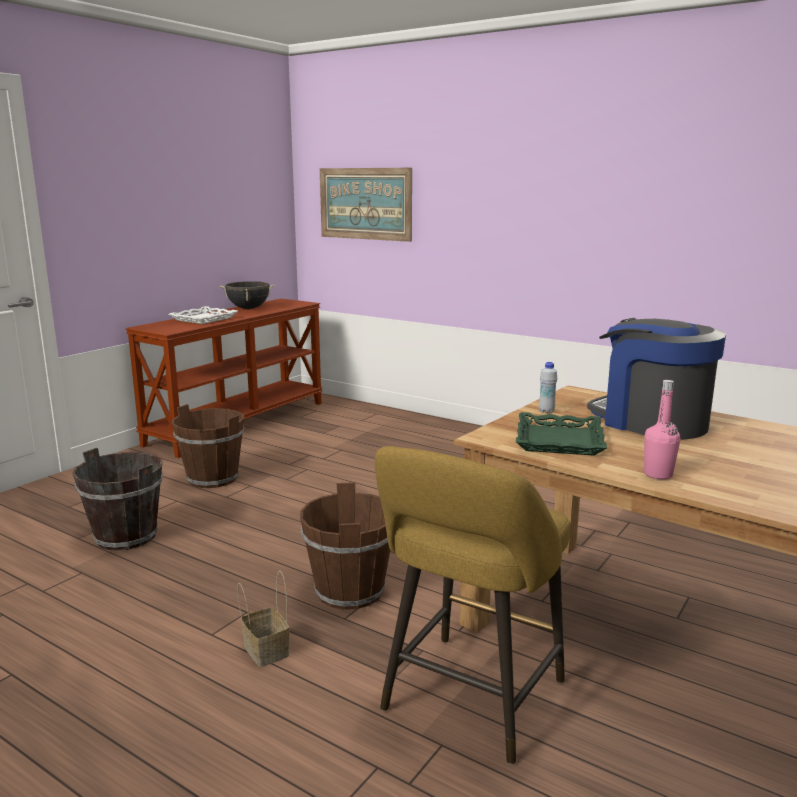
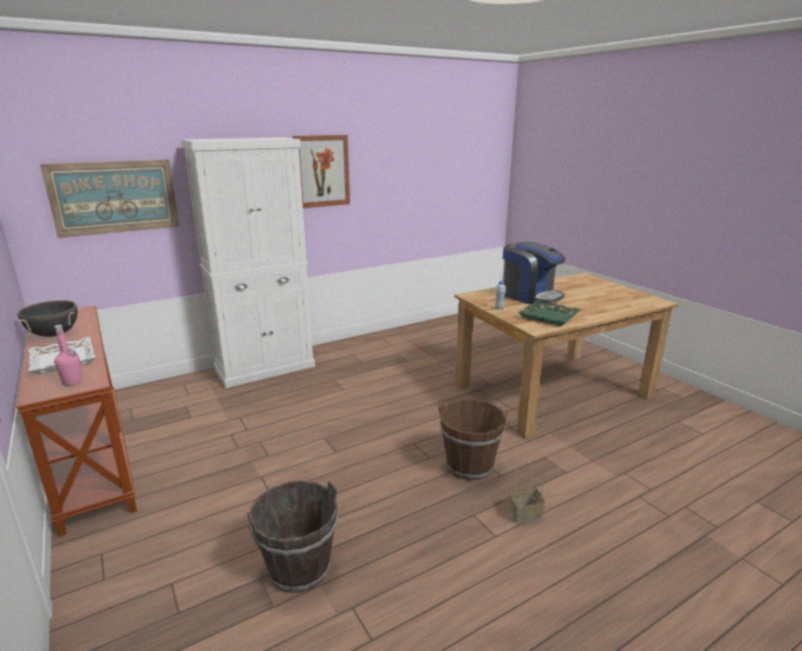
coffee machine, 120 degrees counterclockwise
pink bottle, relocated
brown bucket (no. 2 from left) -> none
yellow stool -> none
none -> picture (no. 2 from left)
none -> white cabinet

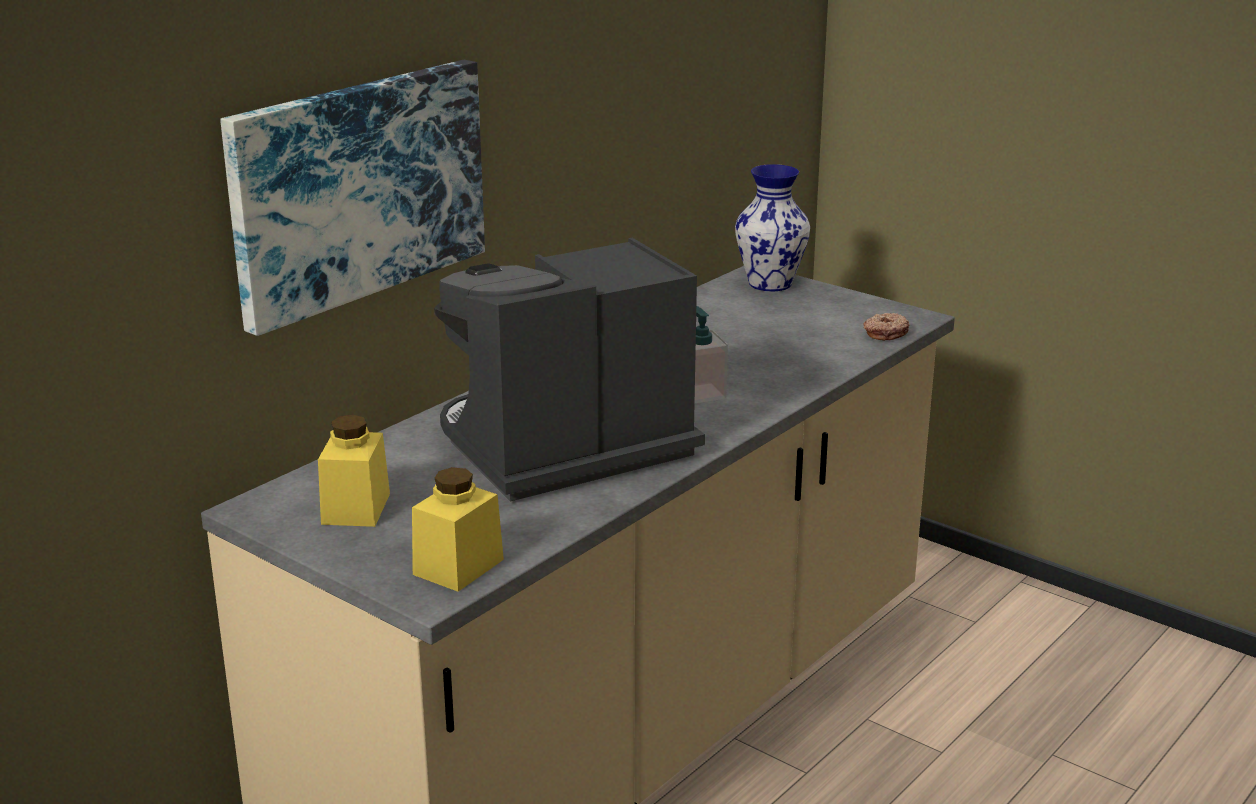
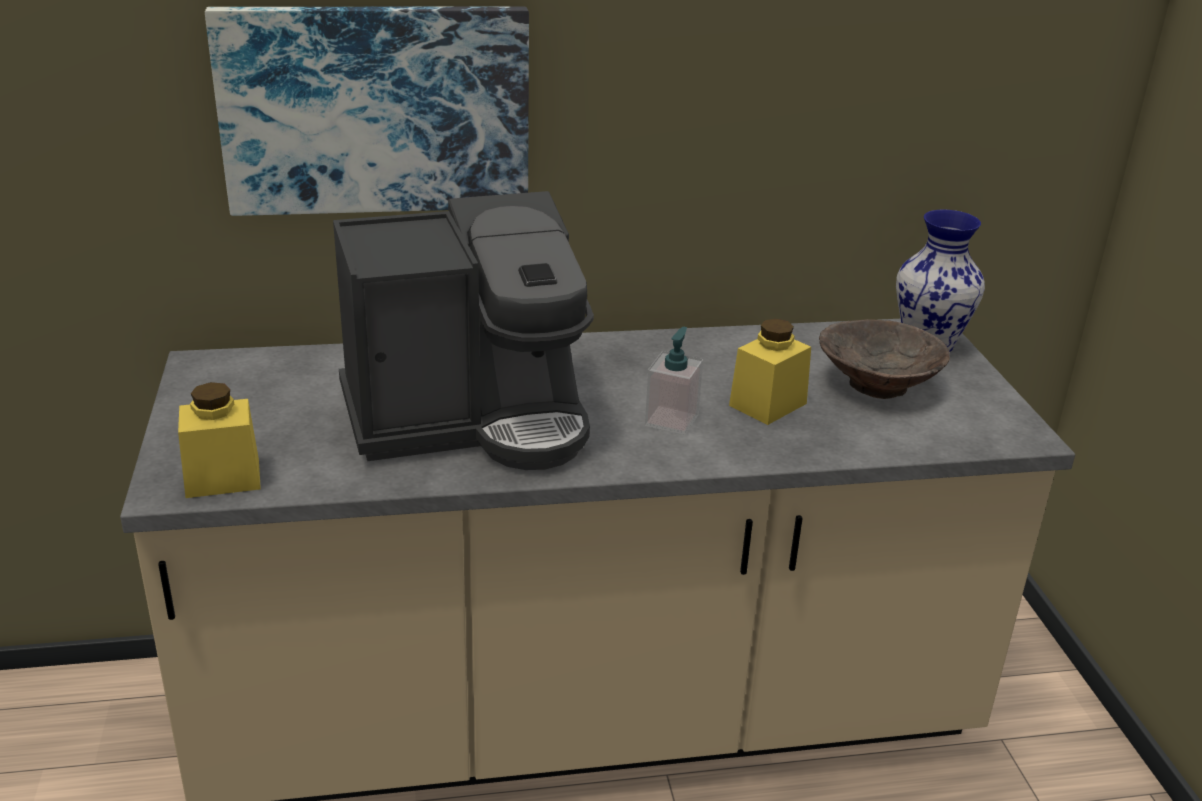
coffee machine, 150 degrees clockwise
donut -> none
yellow jar (no. 1 from left in the first image) -> yellow jar (no. 2 from left), relocated
none -> brown bowl

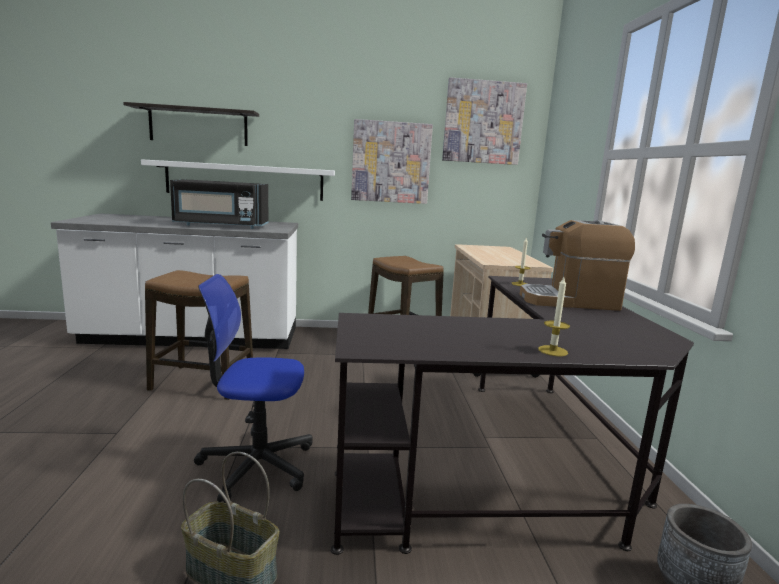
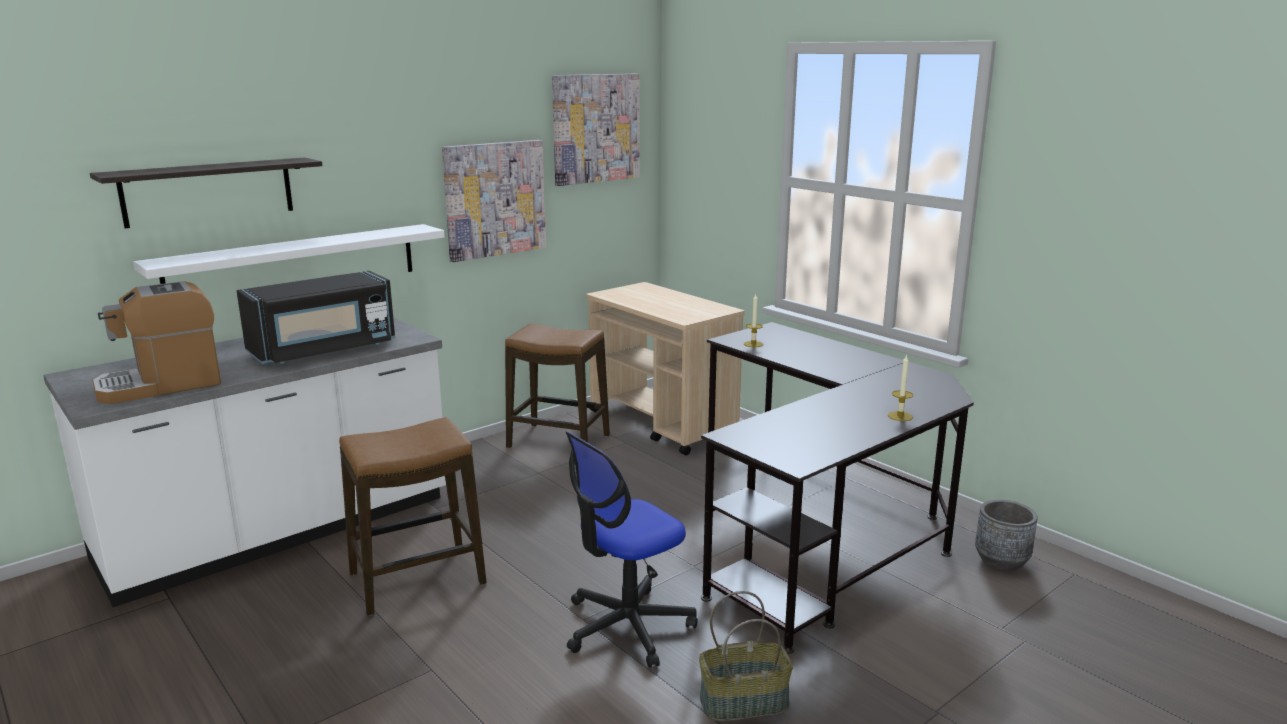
coffee machine, relocated

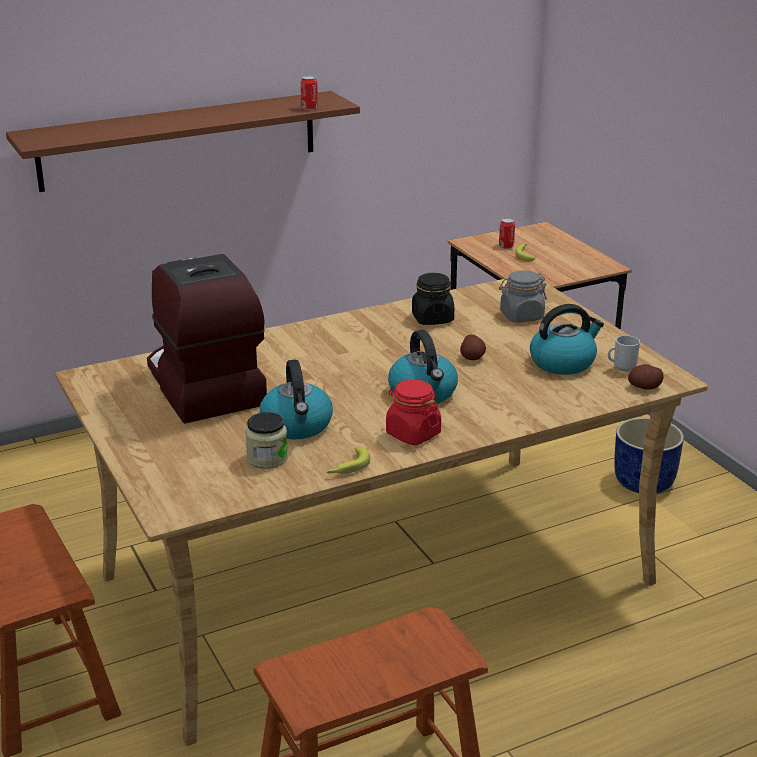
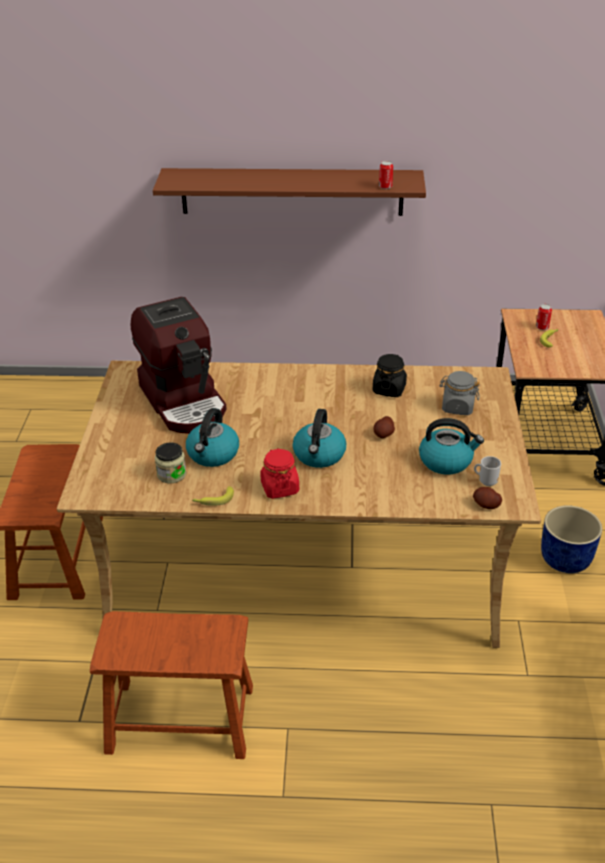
coffee machine, 150 degrees clockwise

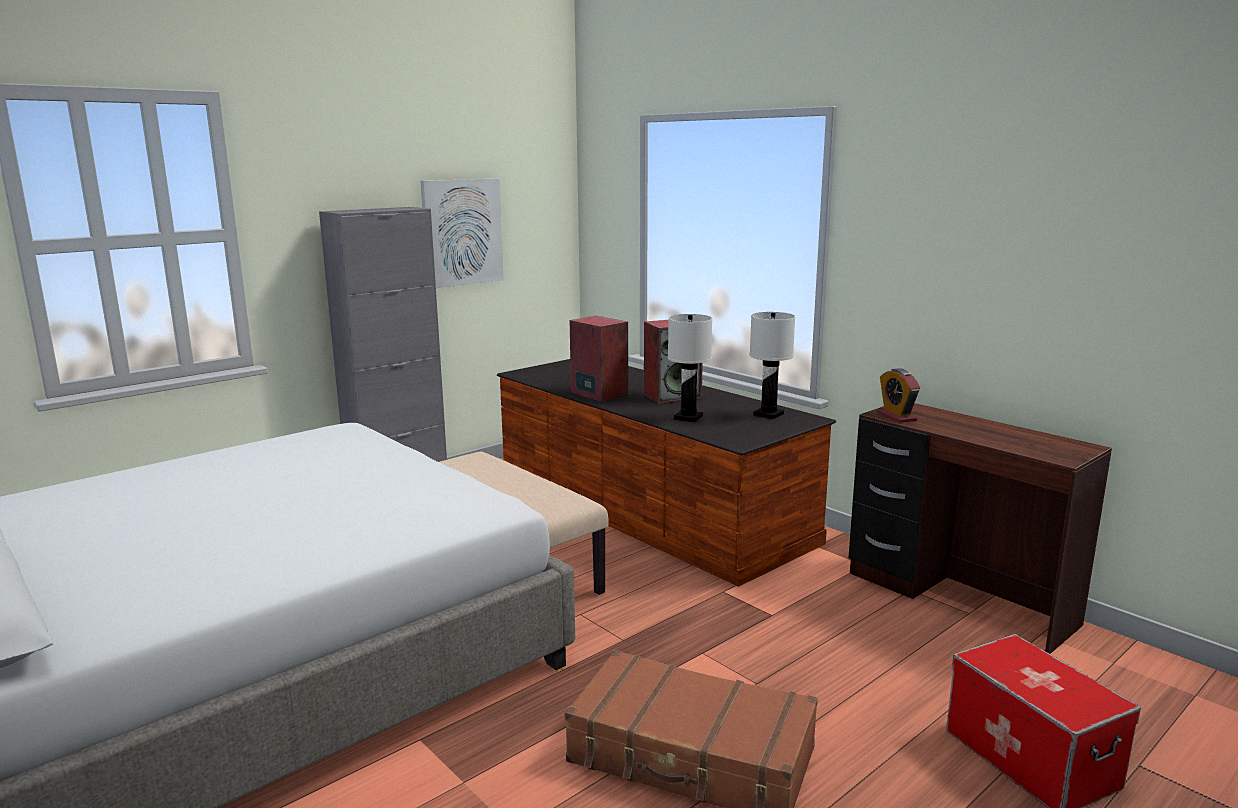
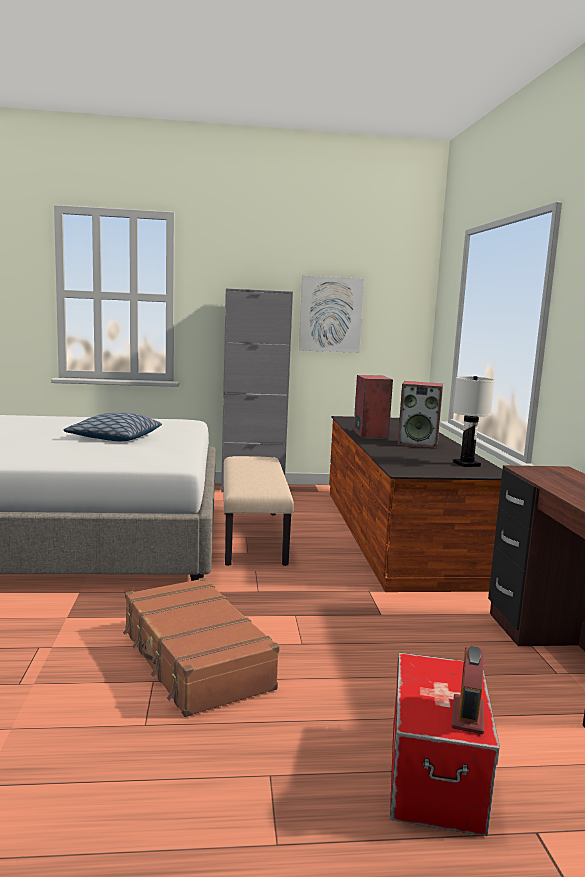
white table lamp (no. 1 from left) -> none
alarm clock, relocated
none -> pillow

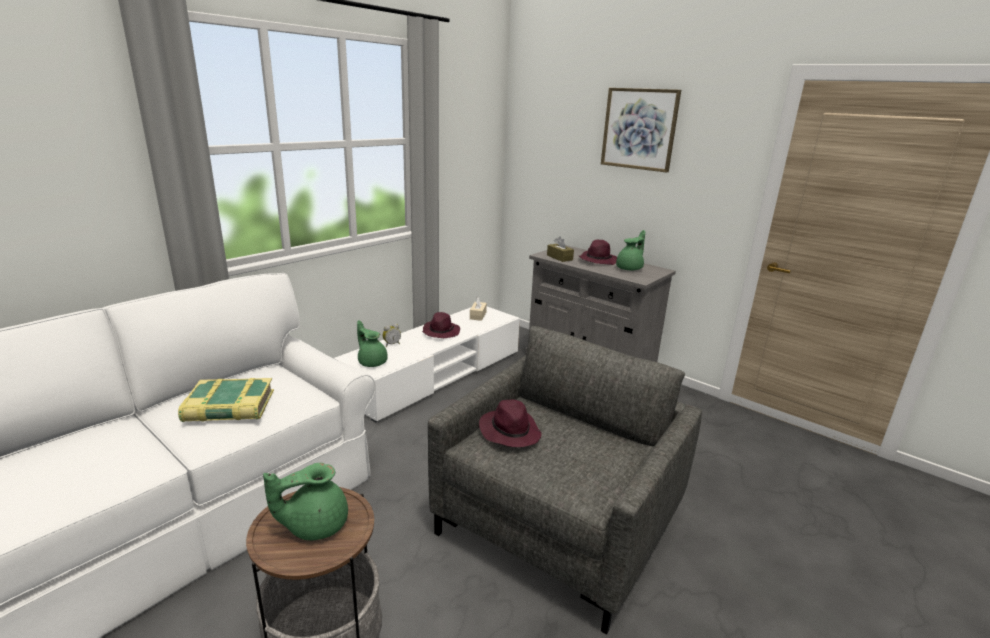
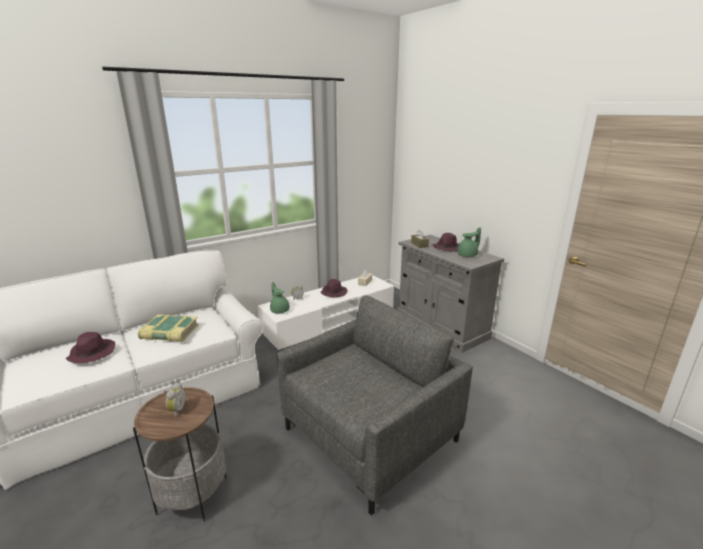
picture -> none
purple hat (no. 2 from left in the first image) -> purple hat (no. 1 from left), relocated
green teapot (no. 1 from left) -> alarm clock (no. 1 from left)

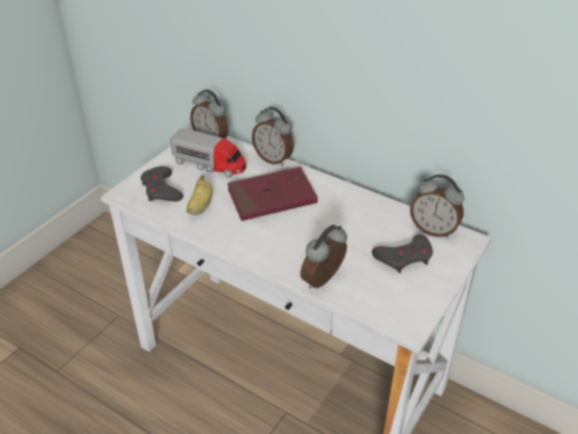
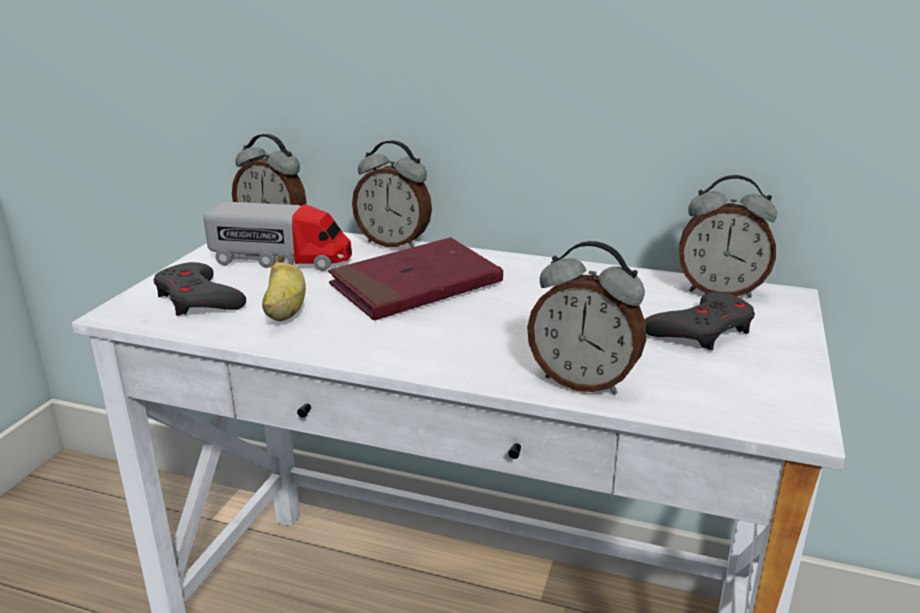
alarm clock (no. 3 from left), 90 degrees counterclockwise

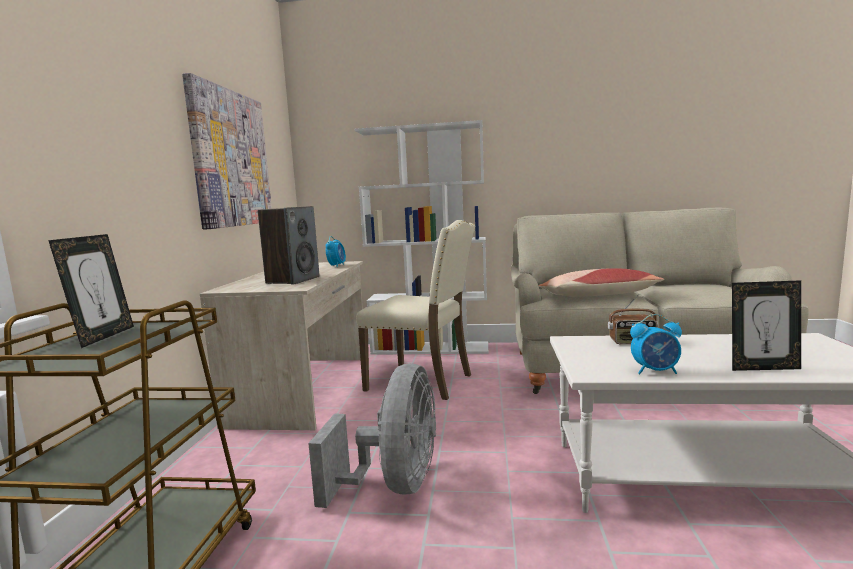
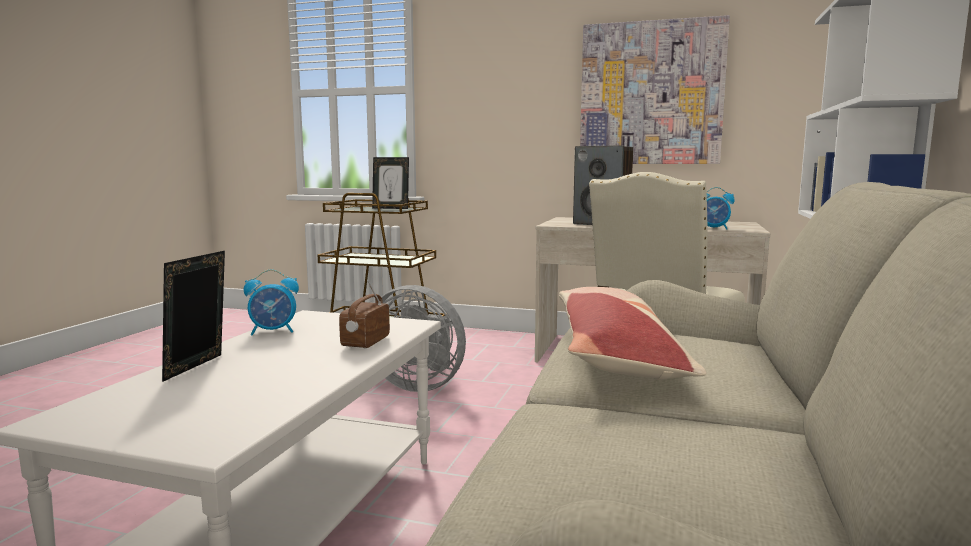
alarm clock (no. 2 from left in the first image) -> alarm clock (no. 1 from left), 120 degrees counterclockwise

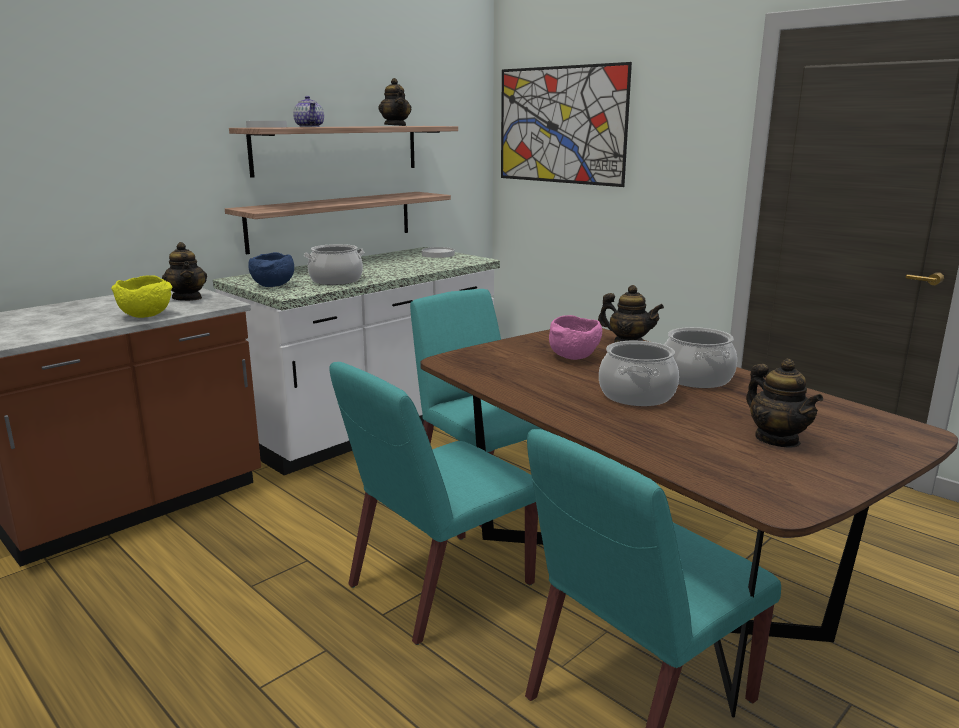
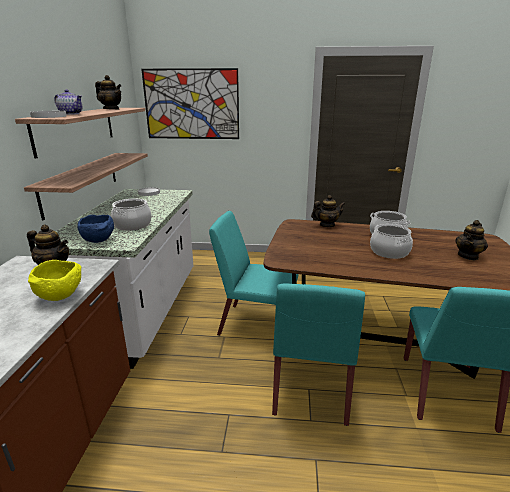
pink bowl -> none
teapot (no. 5 from left), 105 degrees clockwise

